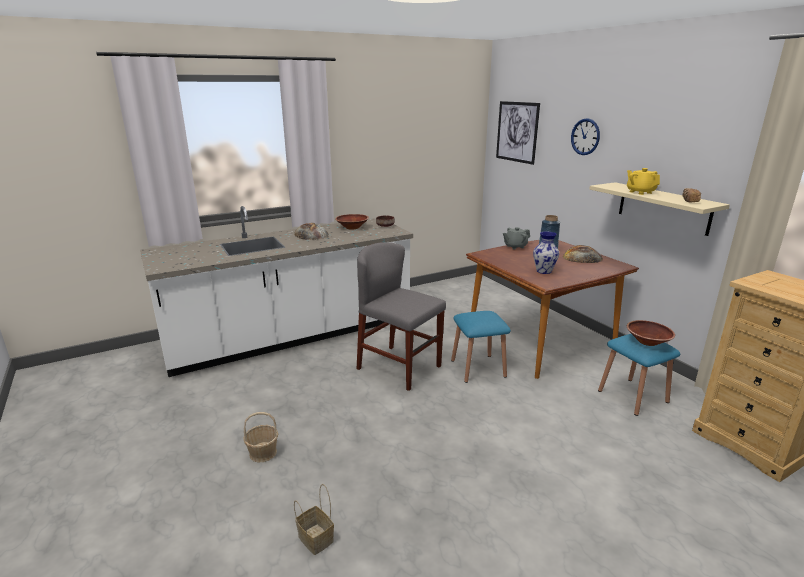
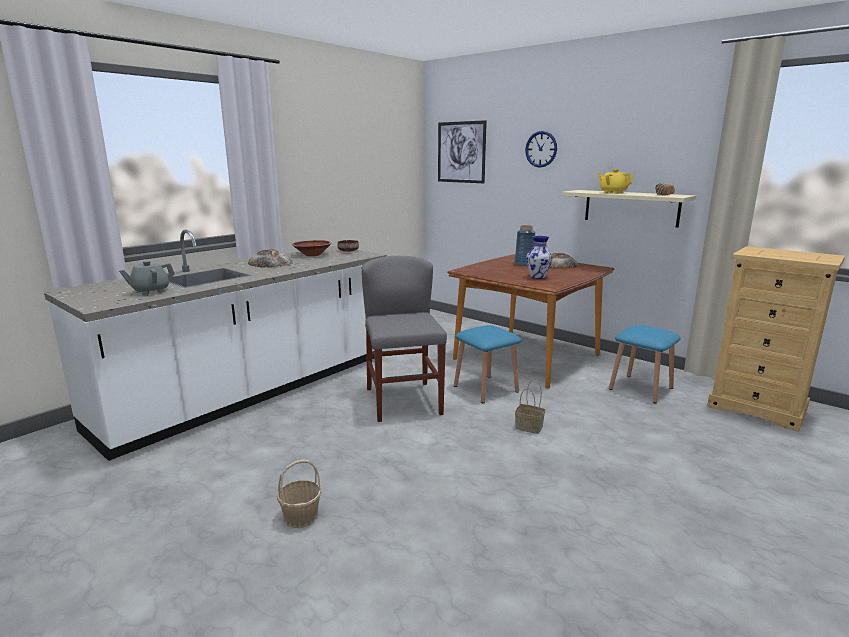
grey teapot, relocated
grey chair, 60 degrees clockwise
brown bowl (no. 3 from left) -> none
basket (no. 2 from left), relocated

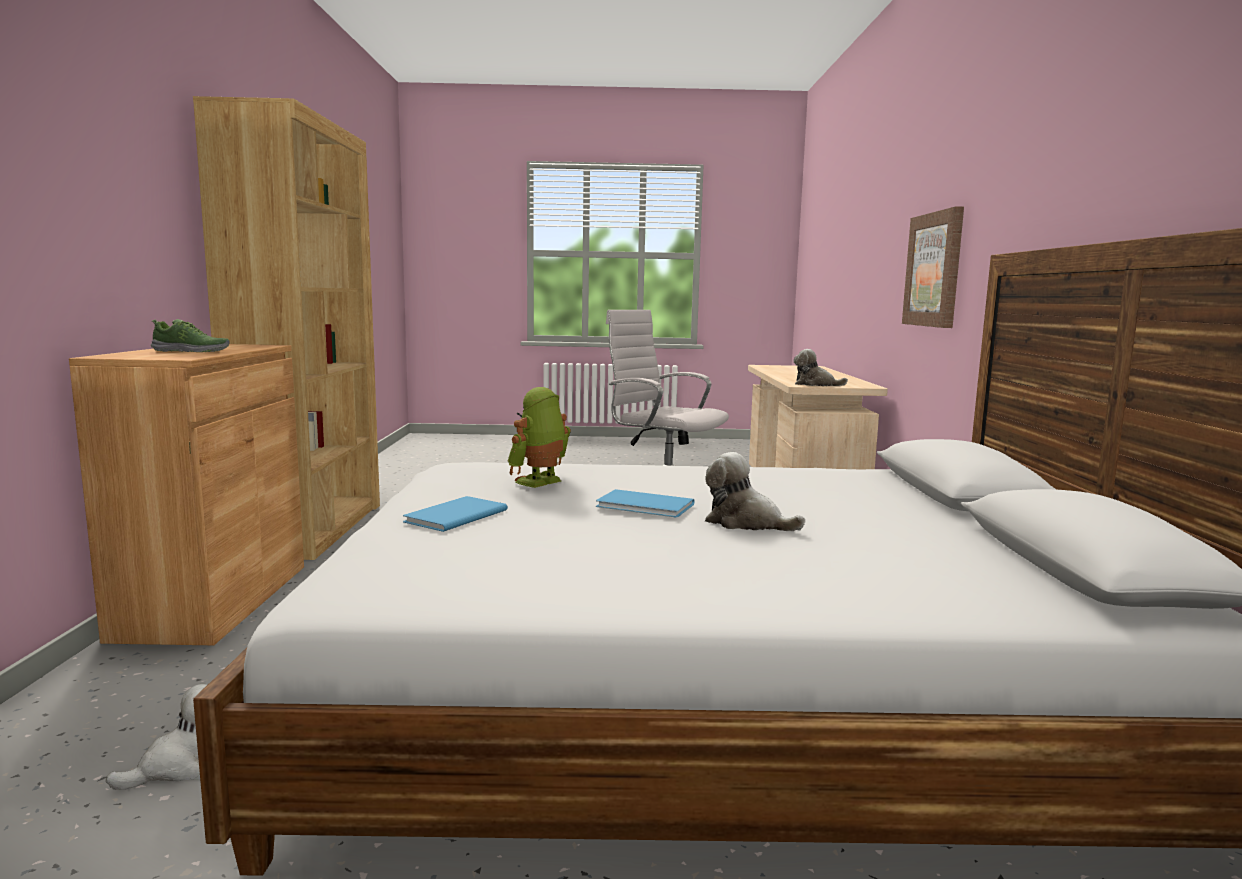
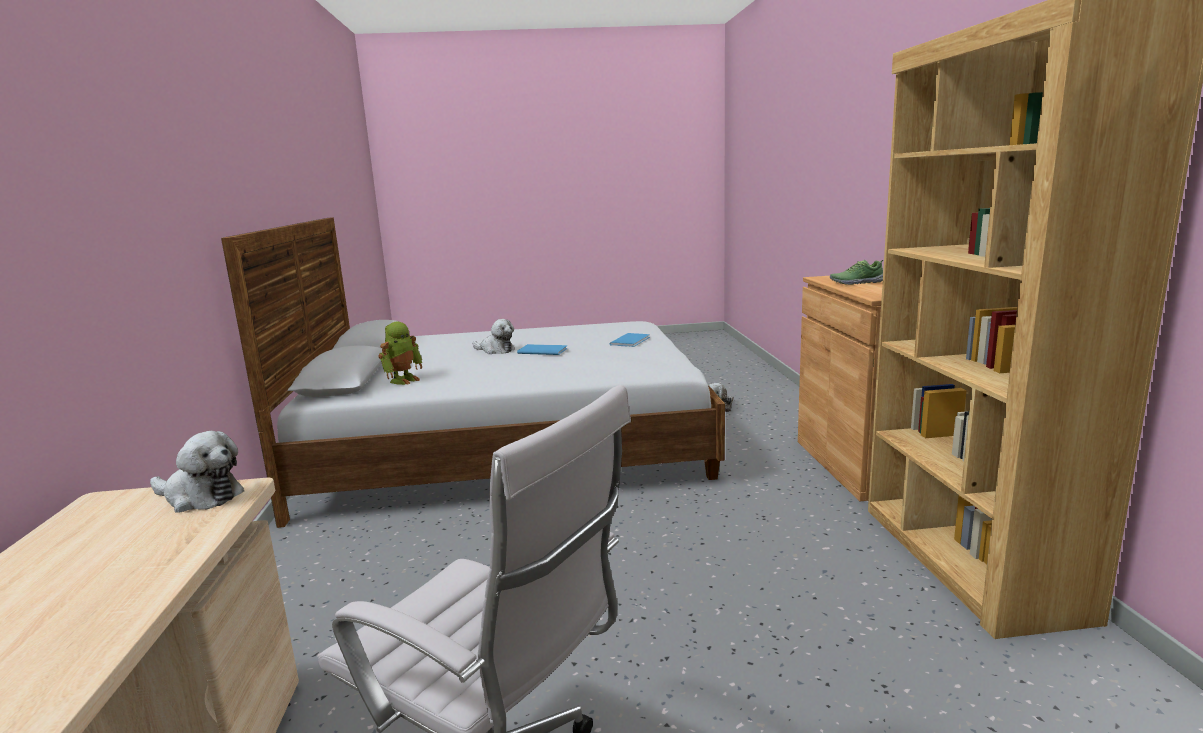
picture -> none
toy robot, relocated

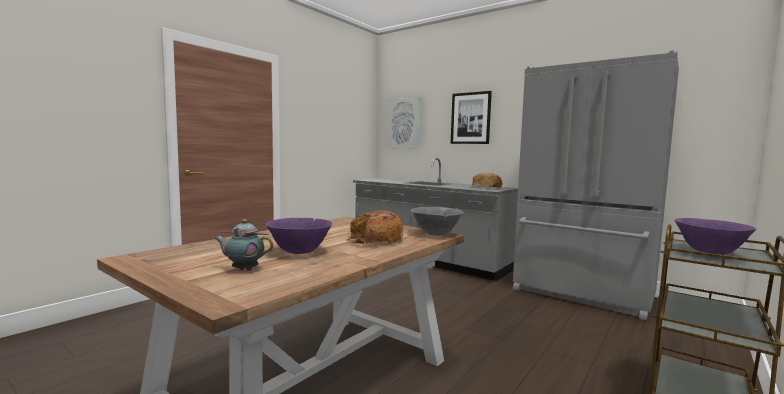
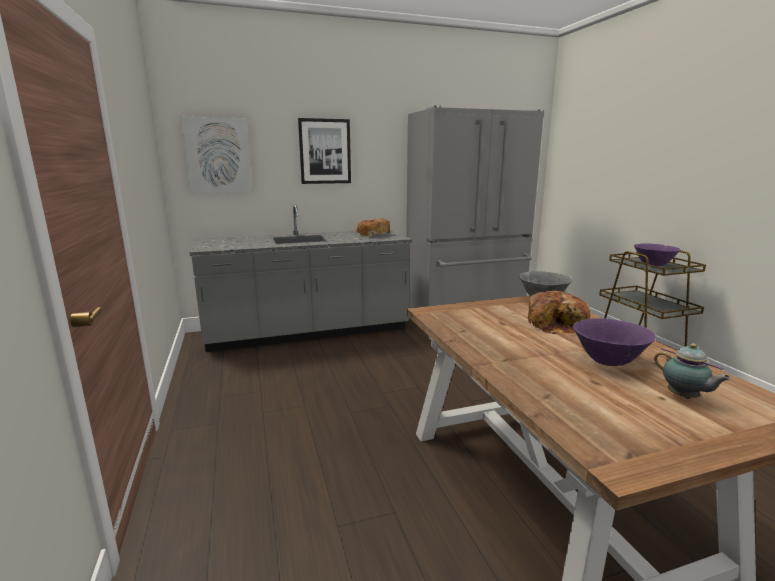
teapot, 75 degrees counterclockwise

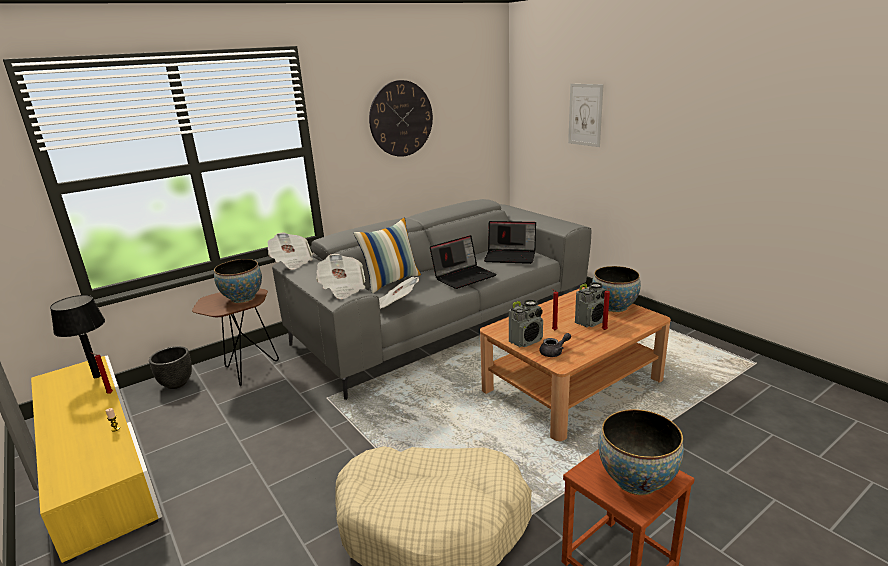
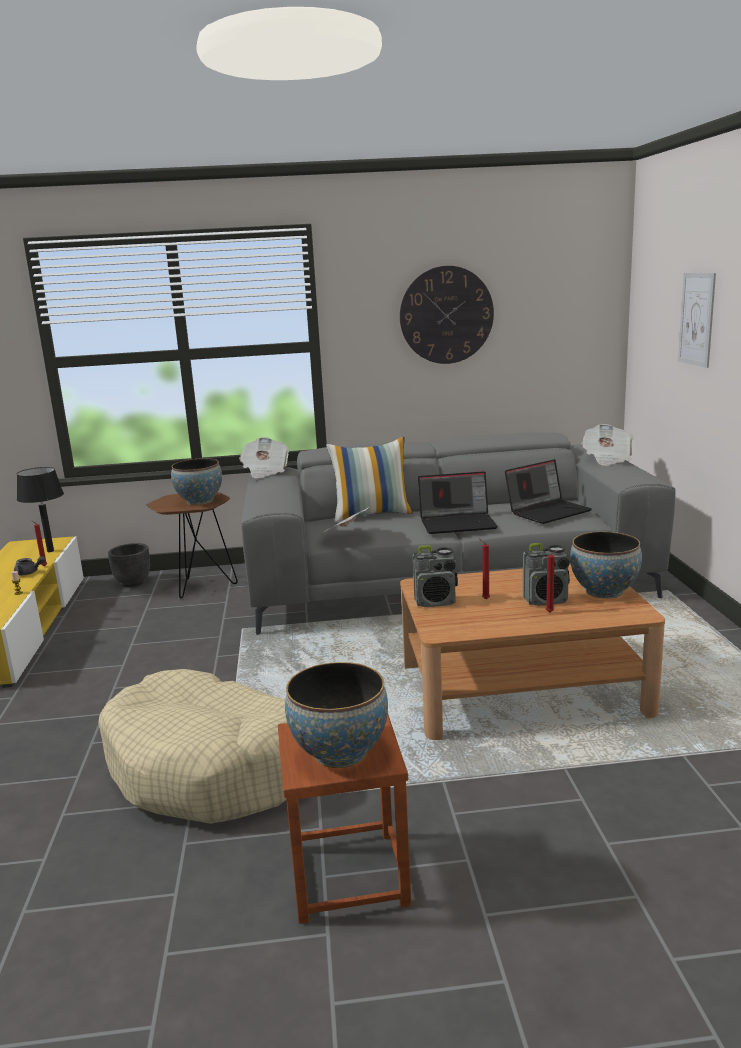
laptop (no. 2 from left), 75 degrees counterclockwise
newspaper (no. 2 from left in the first image) -> newspaper (no. 3 from left), relocated
grey teapot, relocated

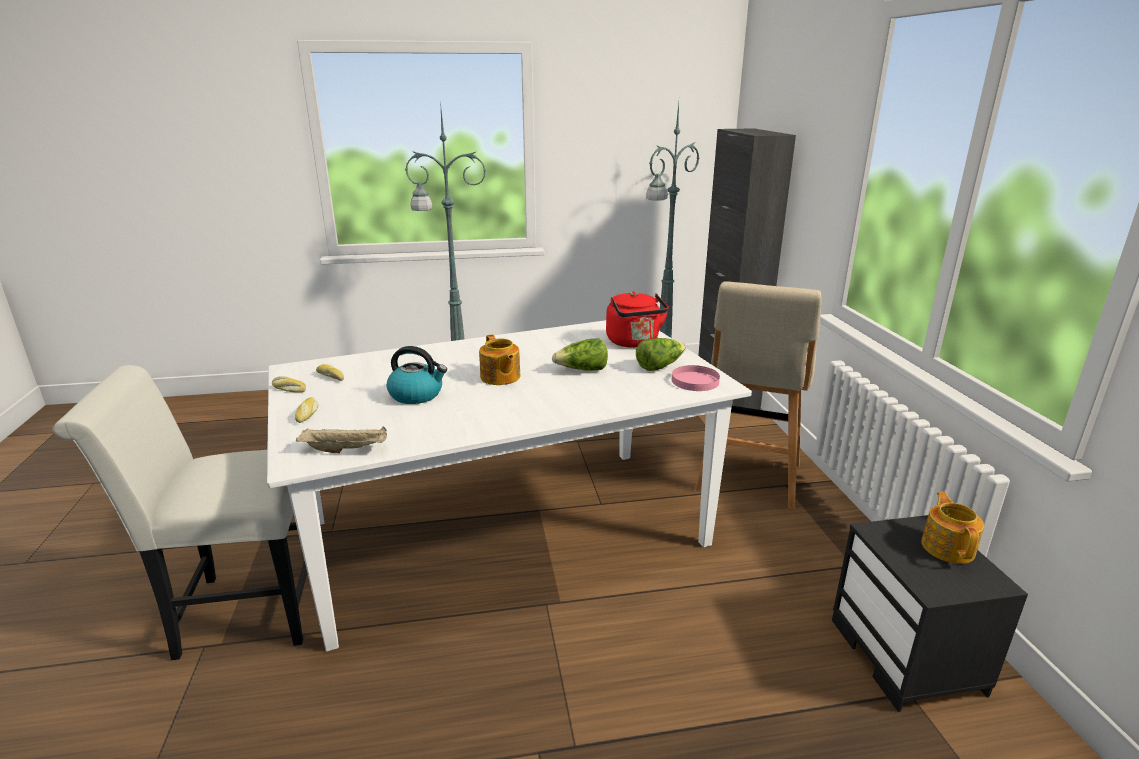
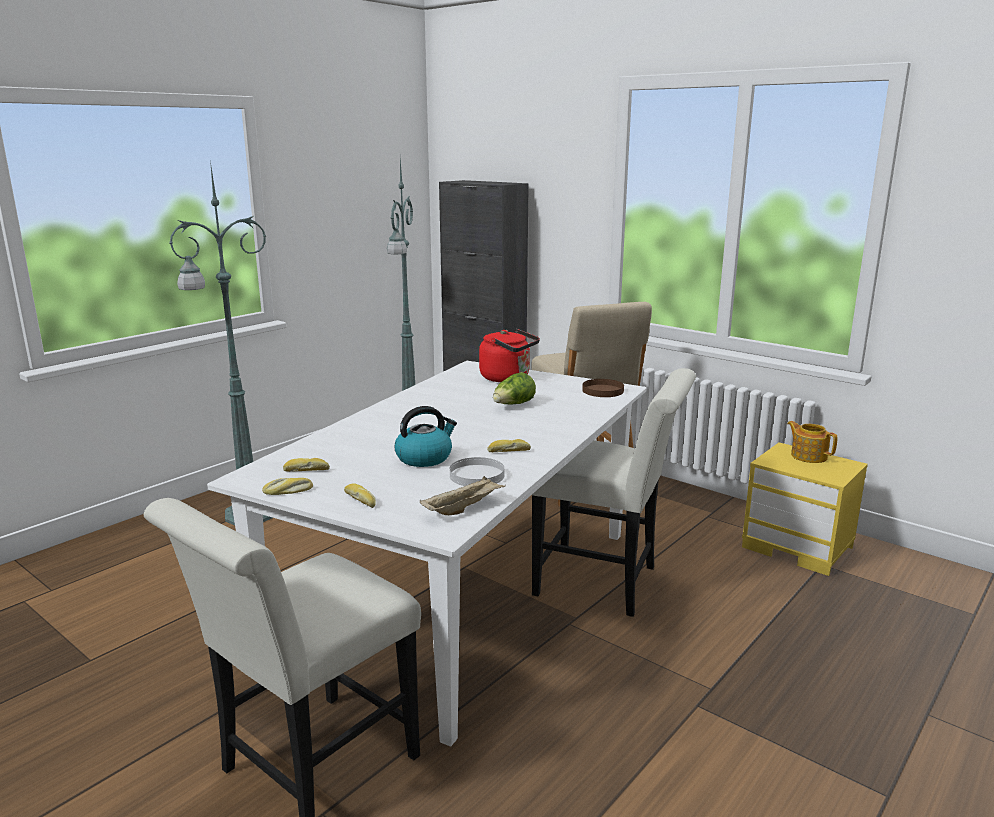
teapot (no. 1 from left) -> none
lettuce (no. 2 from left) -> none
pink plate -> brown plate
black nightstand -> yellow nightstand
none -> white chair (no. 2 from left)
none -> bread (no. 4 from left)
none -> white plate

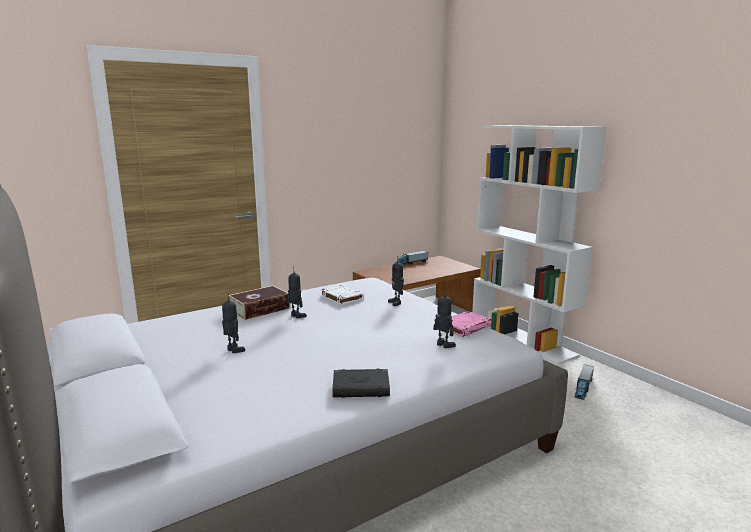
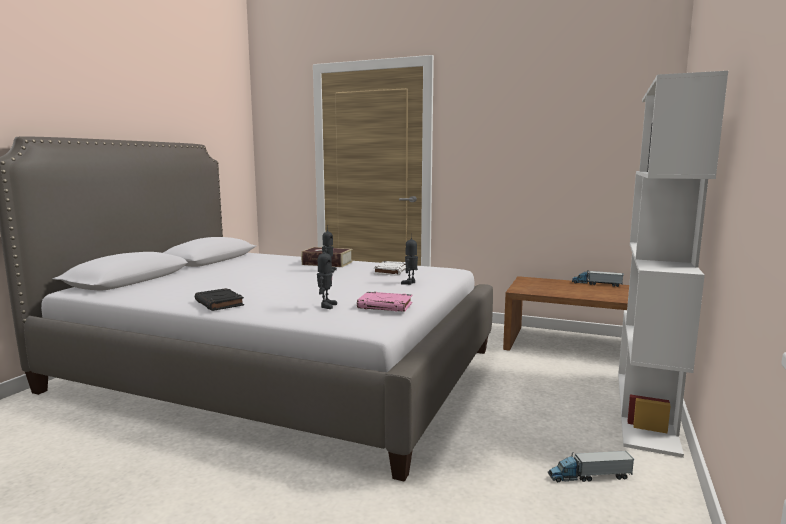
toy robot (no. 1 from left) -> none

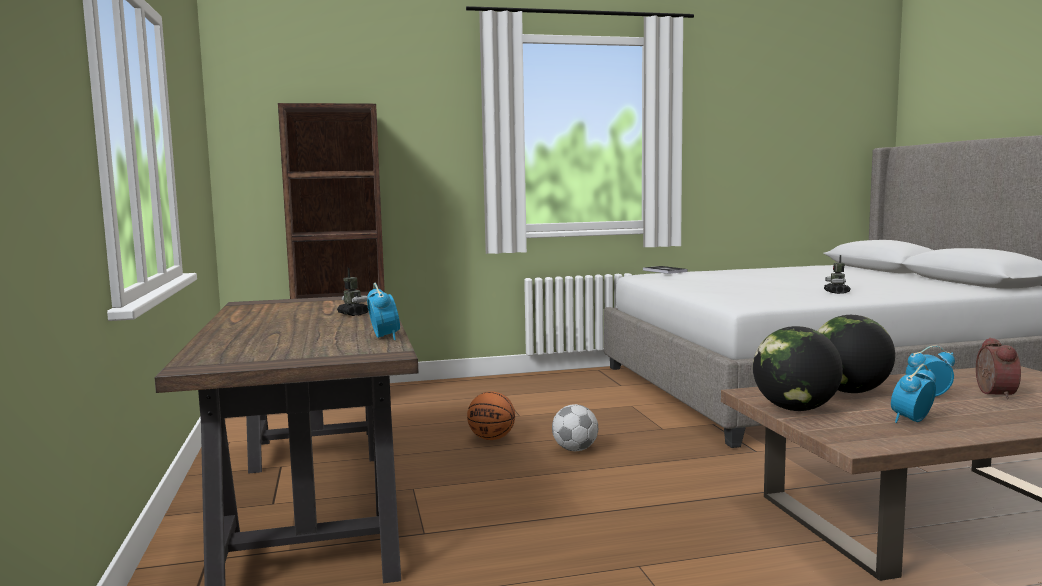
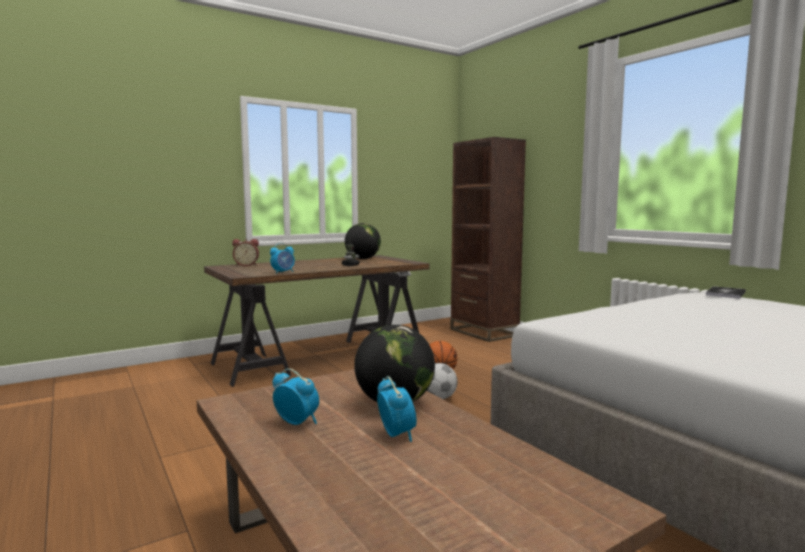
toy robot (no. 2 from left) -> none
globe (no. 1 from left), relocated
alarm clock (no. 4 from left in the first image) -> alarm clock (no. 1 from left), relocated

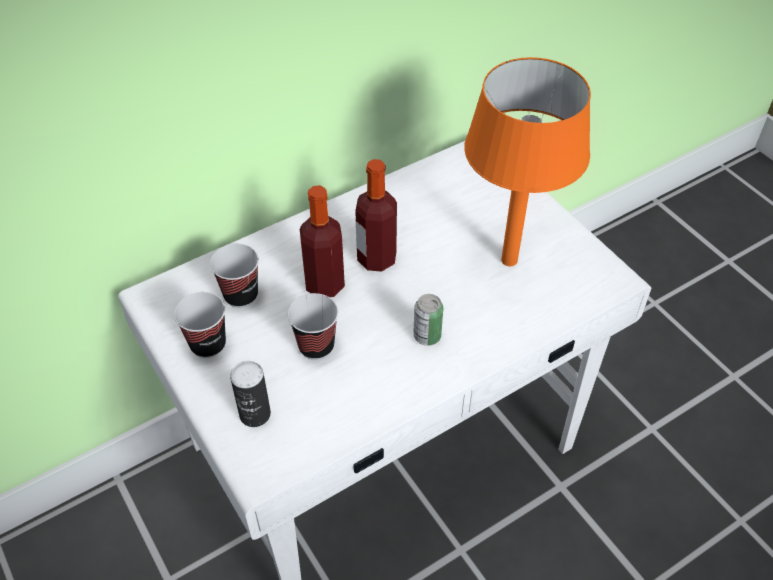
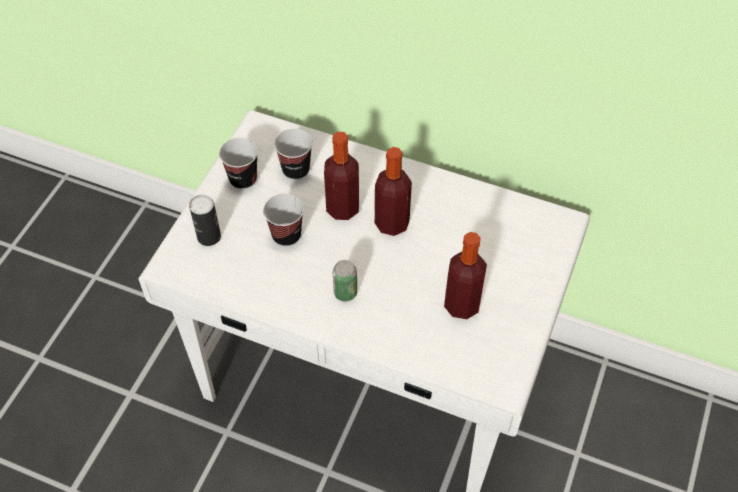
orange table lamp -> bottle (no. 3 from left)

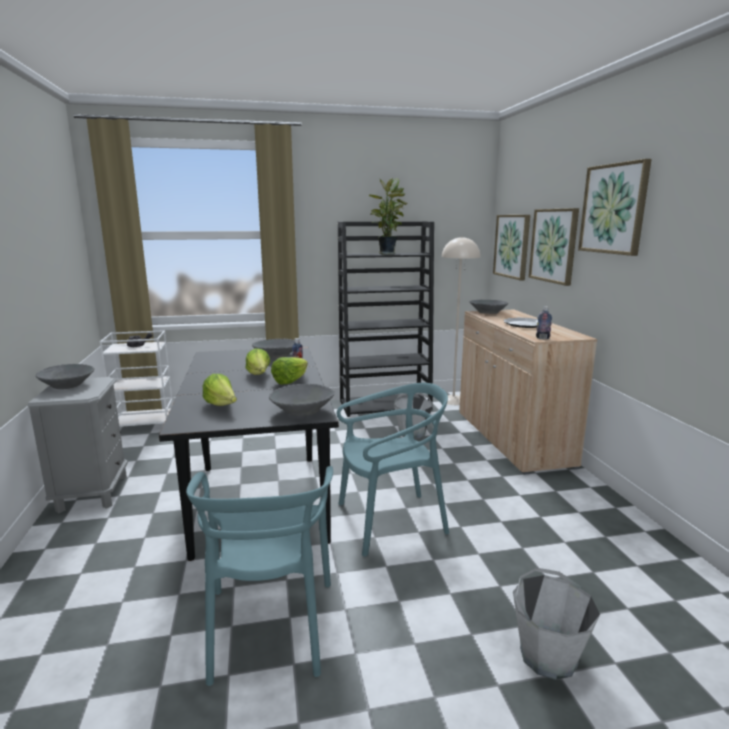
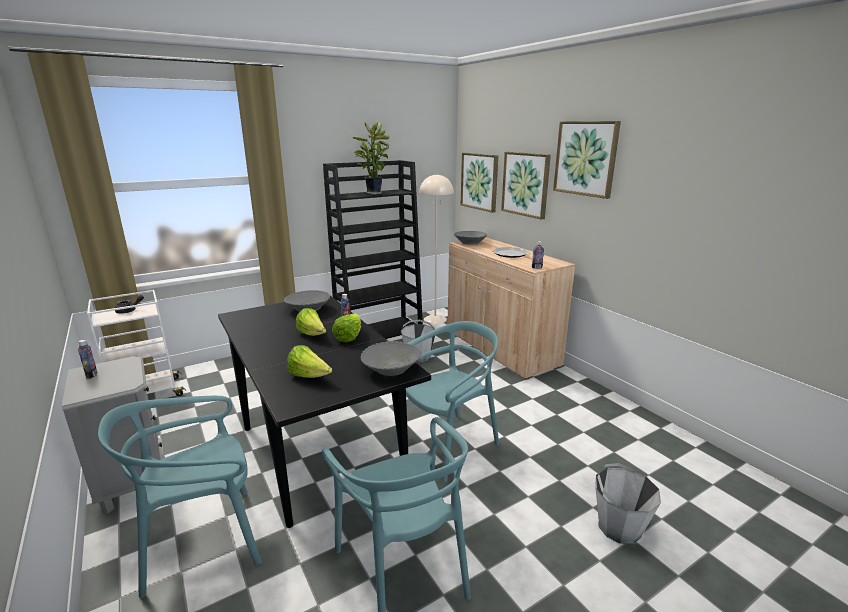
grey bowl (no. 1 from left) -> bottle (no. 1 from left)
none -> turquoise chair (no. 1 from left)

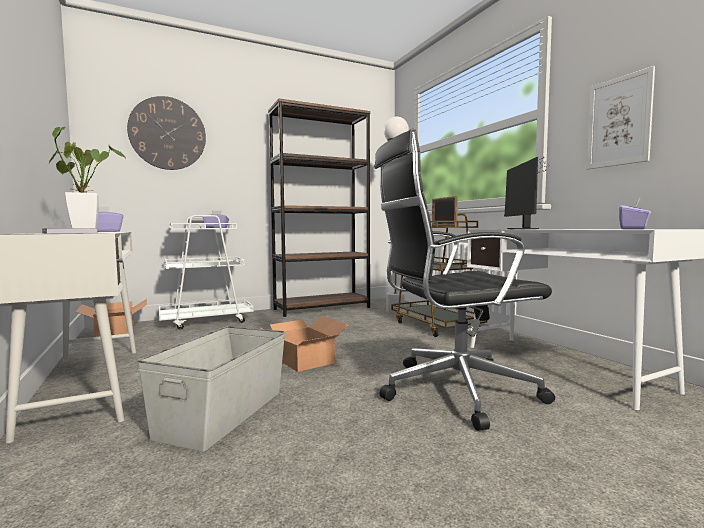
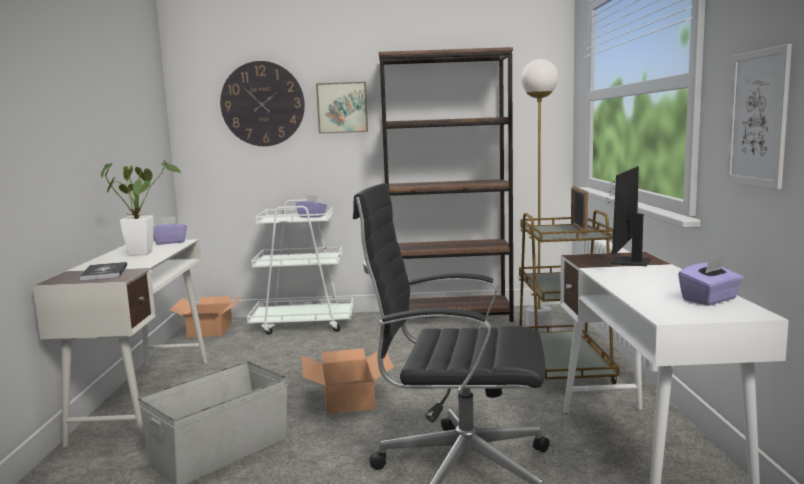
none -> picture (no. 1 from left)

